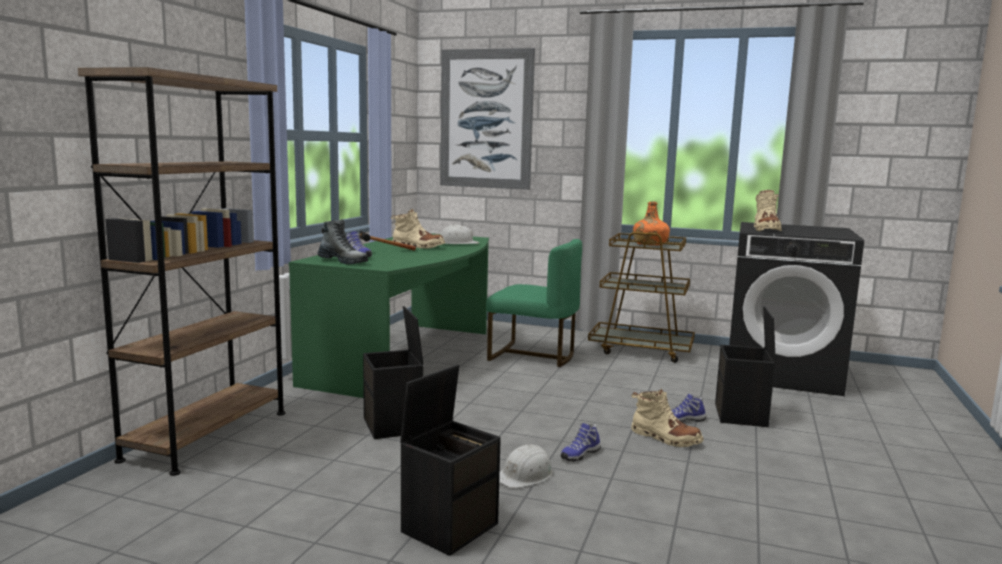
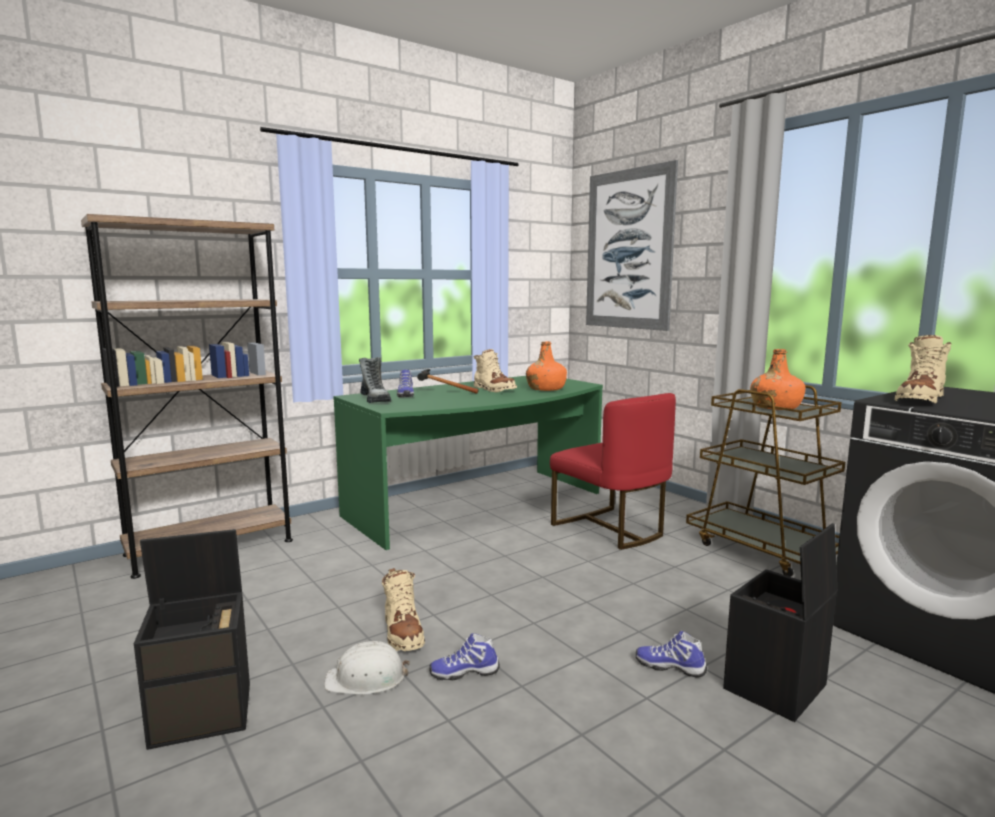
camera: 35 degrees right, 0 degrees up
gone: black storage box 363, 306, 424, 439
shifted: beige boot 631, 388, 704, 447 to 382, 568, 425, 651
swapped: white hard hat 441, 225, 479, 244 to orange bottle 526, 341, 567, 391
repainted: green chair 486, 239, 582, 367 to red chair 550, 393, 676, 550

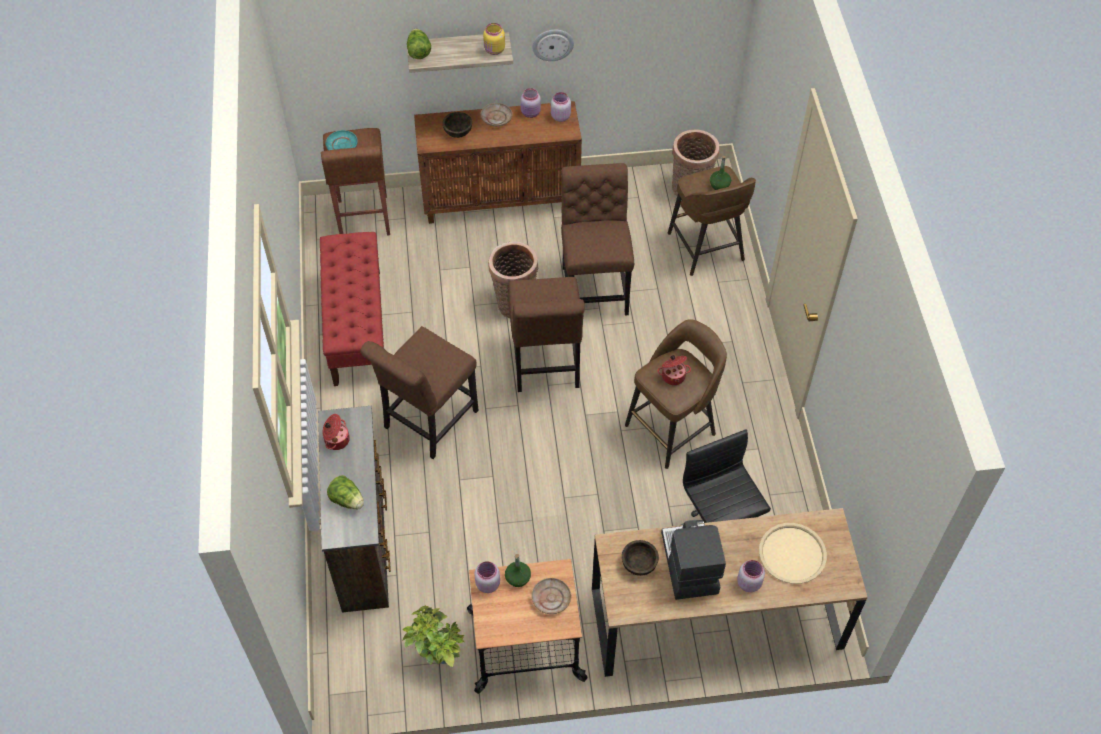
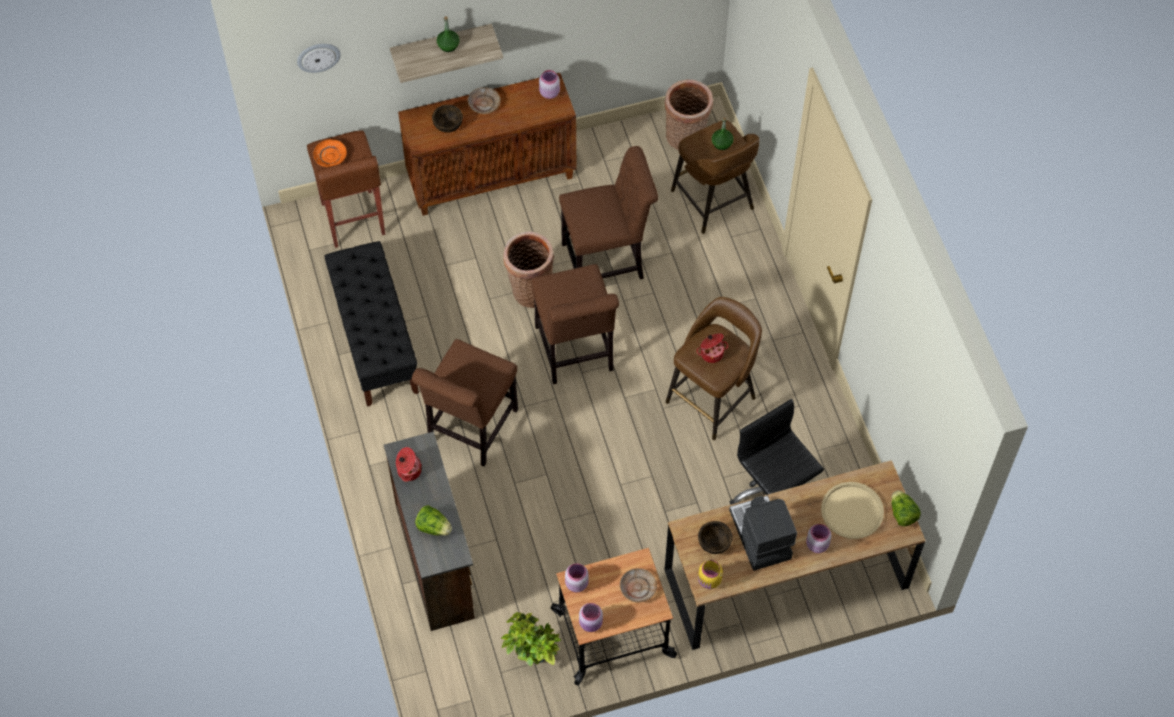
camera: 10 degrees left, 5 degrees up
shifted: lettuce 407, 29, 431, 59 to 892, 490, 921, 527; yellow jar 483, 23, 505, 55 to 698, 560, 723, 589; green bottle 505, 554, 531, 587 to 437, 16, 460, 52; pink jar 521, 88, 541, 118 to 579, 603, 603, 632; wall clock 532, 30, 574, 61 to 297, 44, 341, 73
repainted: red bench 320, 232, 384, 386 to black bench 324, 241, 419, 407; turquoise plate 325, 130, 358, 150 to orange plate 313, 139, 347, 167
rotated: brown chair 561, 163, 634, 315 = 559, 146, 658, 279 90 degrees clockwise

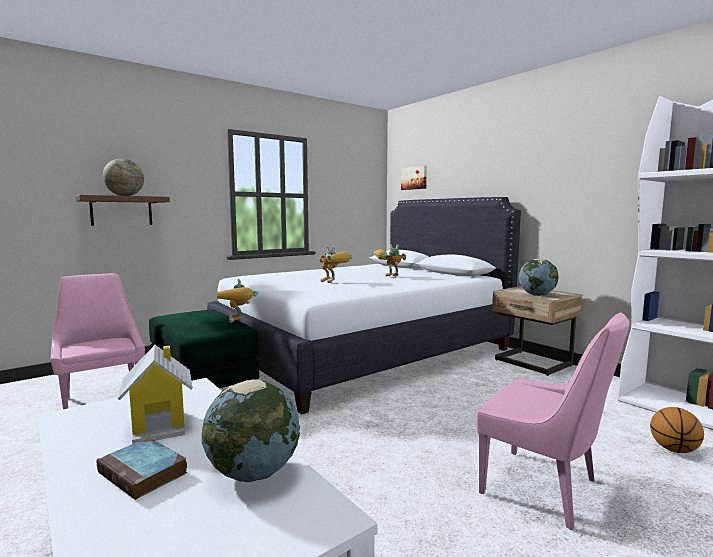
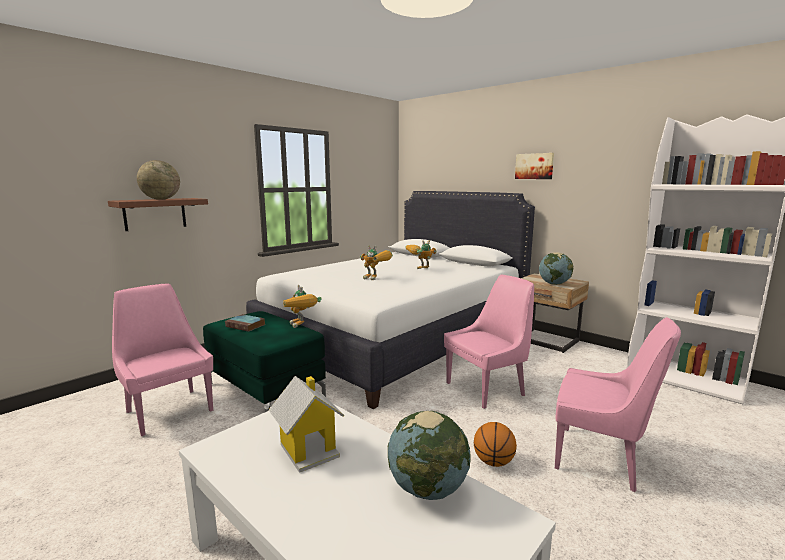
camera: 10 degrees left, 5 degrees up
new: pink chair 444, 275, 534, 409
shifted: book 97, 437, 187, 500 to 225, 314, 265, 332; picture 401, 166, 427, 190 to 515, 153, 554, 179; basketball 650, 407, 704, 453 to 474, 422, 517, 467

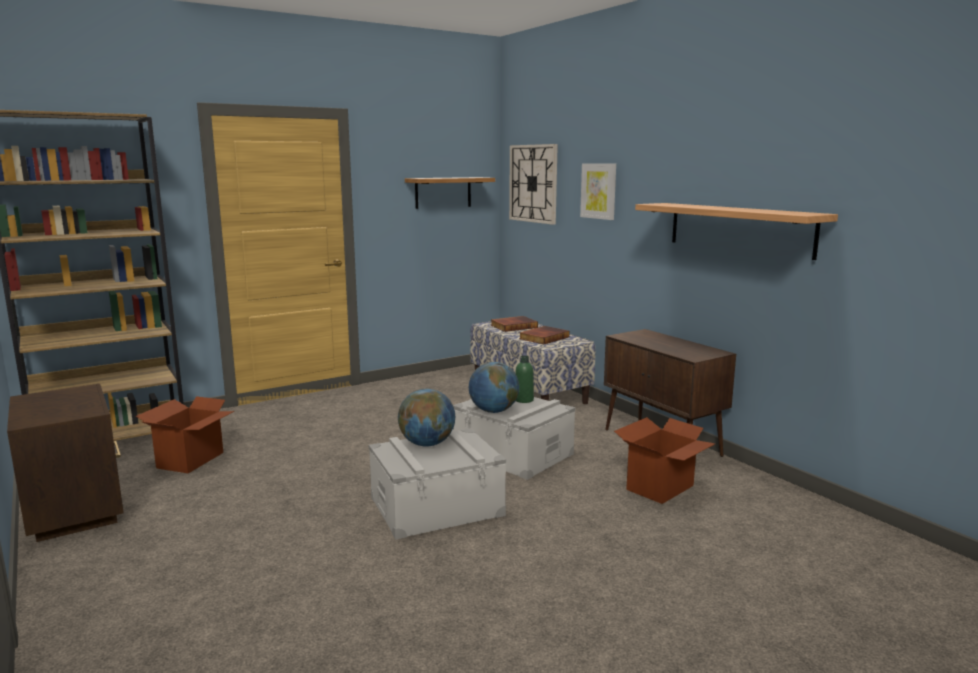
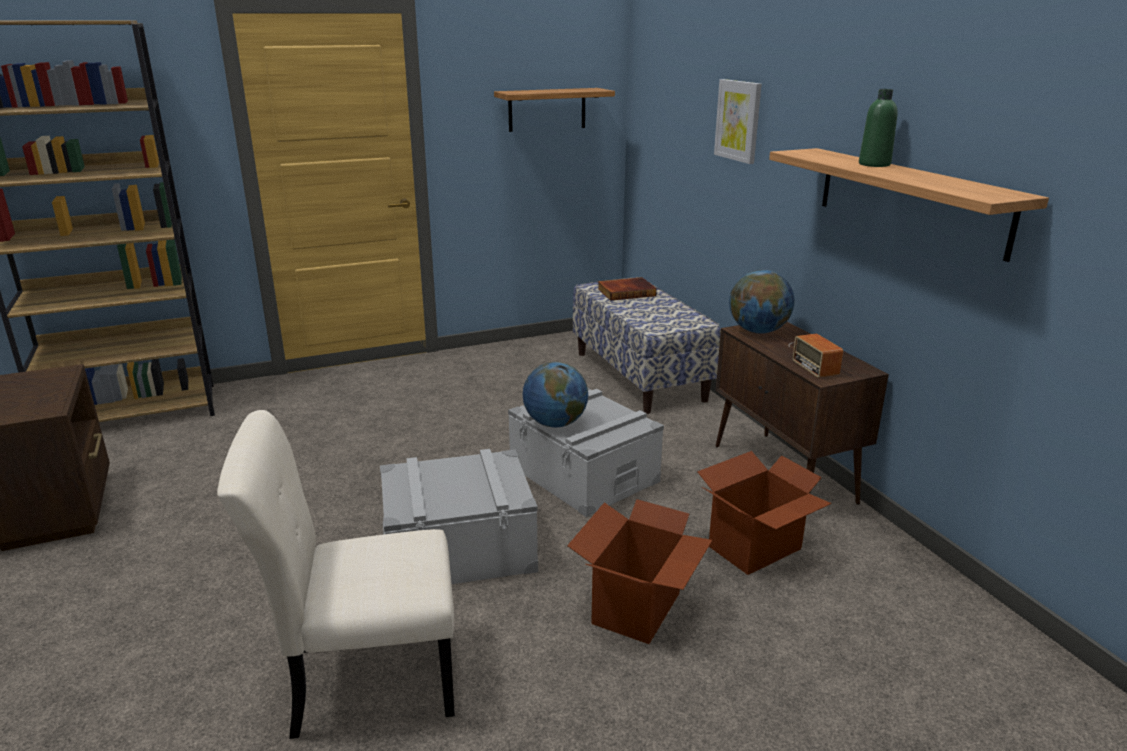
camera: 10 degrees right, 10 degrees up
gone: wall clock 509, 144, 558, 225; book 519, 326, 569, 344
new: beige chair 217, 410, 455, 739; radio 789, 333, 843, 378
shifted: cardboard box 136, 396, 234, 473 to 567, 499, 712, 644; globe 398, 389, 455, 447 to 729, 270, 795, 334; green bottle 515, 355, 534, 403 to 859, 89, 898, 167

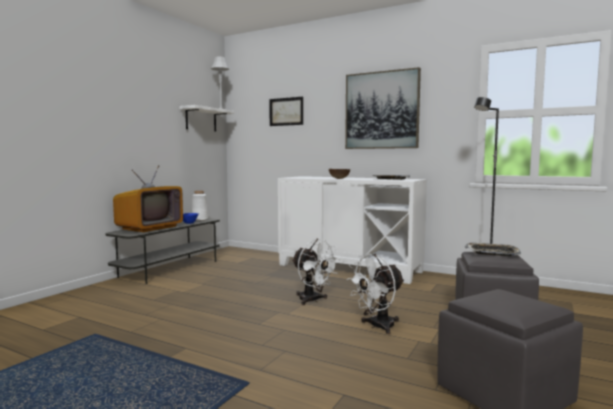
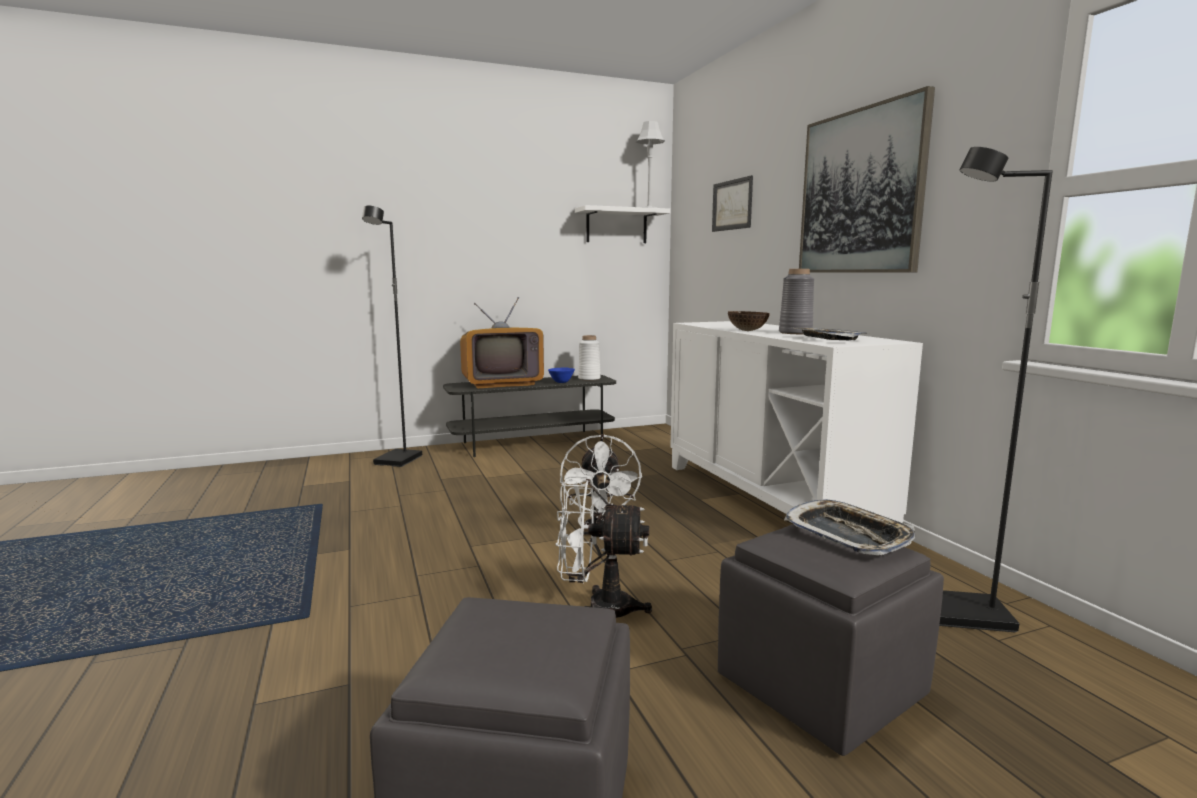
camera: 40 degrees right, 5 degrees up
new: black floor lamp 362, 206, 422, 467; grey vase 779, 269, 814, 334

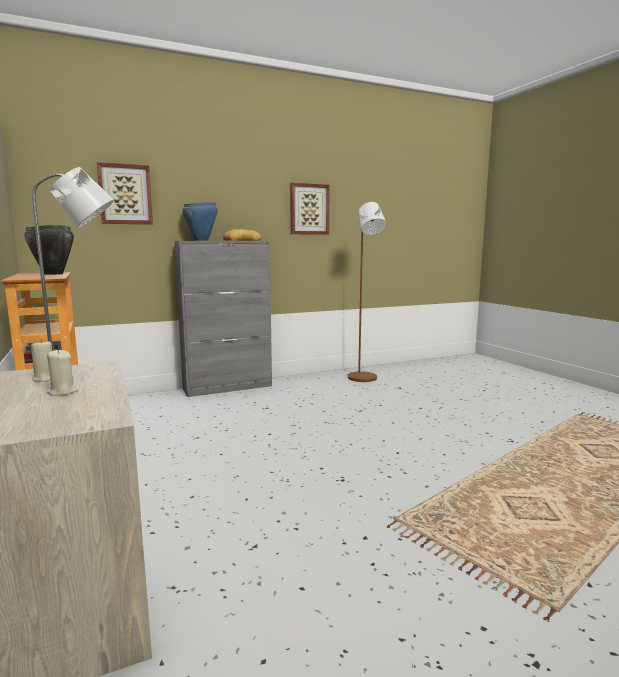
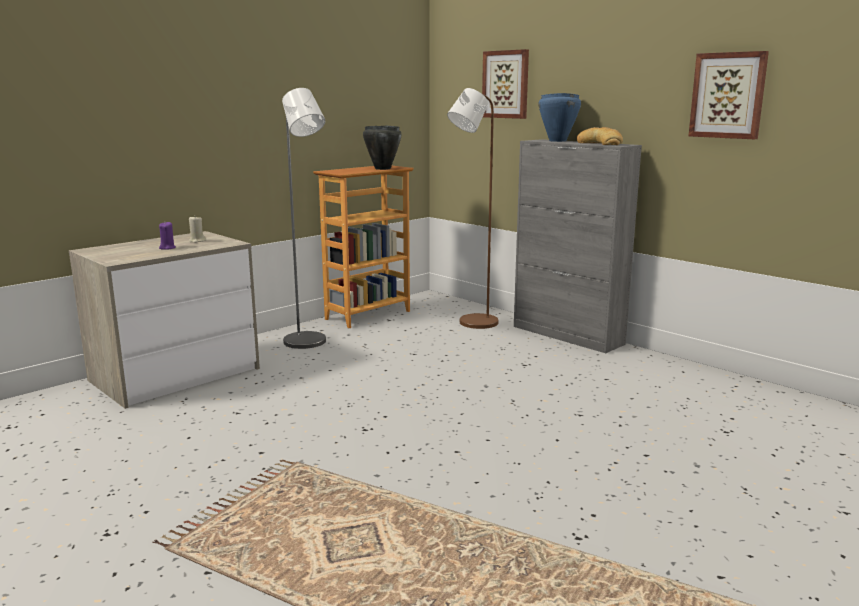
camera: 70 degrees right, 5 degrees up
shifted: brown floor lamp 348, 202, 386, 382 to 447, 88, 498, 329
repainted: beige candle 46, 349, 77, 396 to purple candle 159, 222, 176, 250

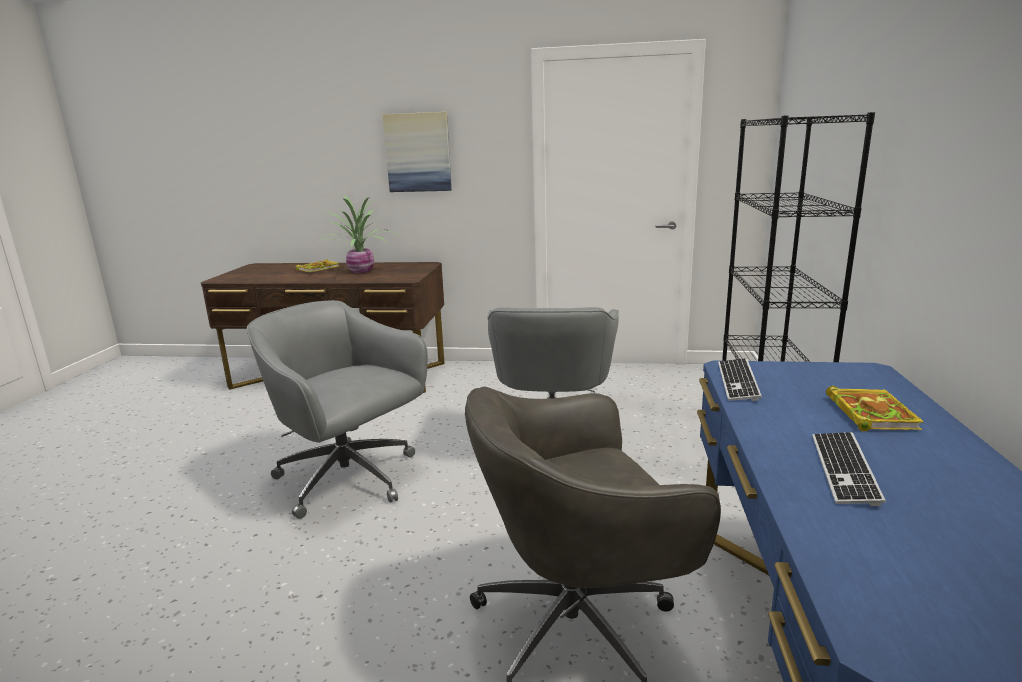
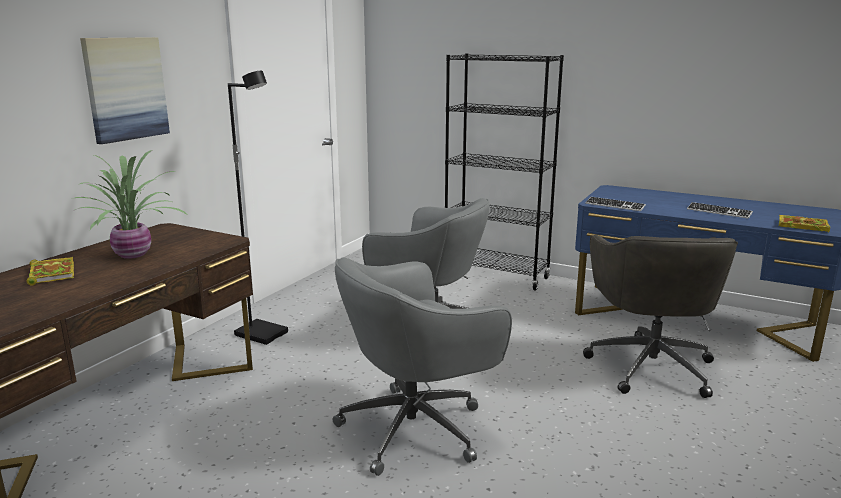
camera: 70 degrees left, 0 degrees up
new: black floor lamp 228, 71, 288, 345
shifted: book 826, 386, 924, 432 to 779, 215, 830, 233

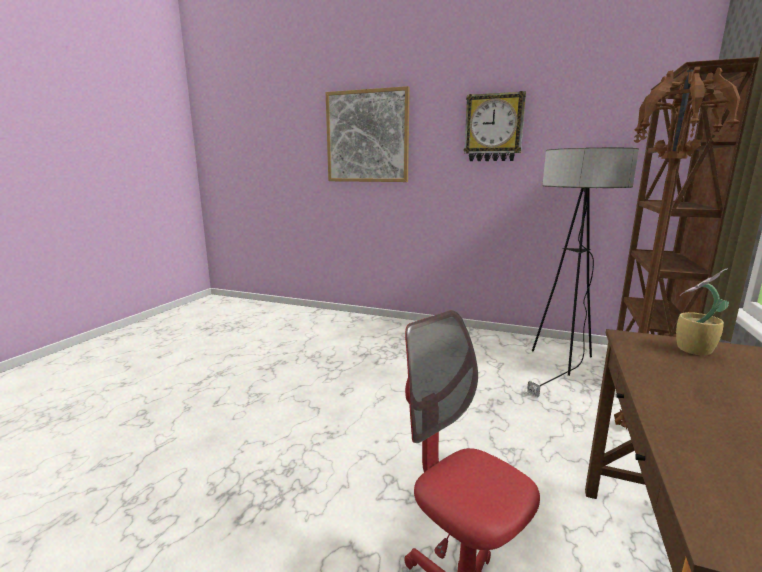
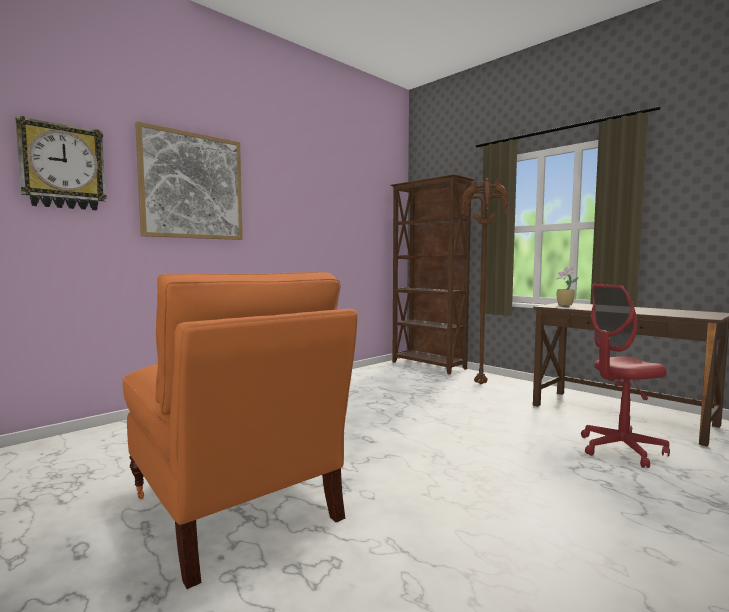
camera: 65 degrees left, 10 degrees down
gone: floor lamp 527, 148, 639, 397
new: orange chair 123, 272, 357, 589
shifted: wall clock 464, 91, 526, 161 to 15, 116, 107, 210

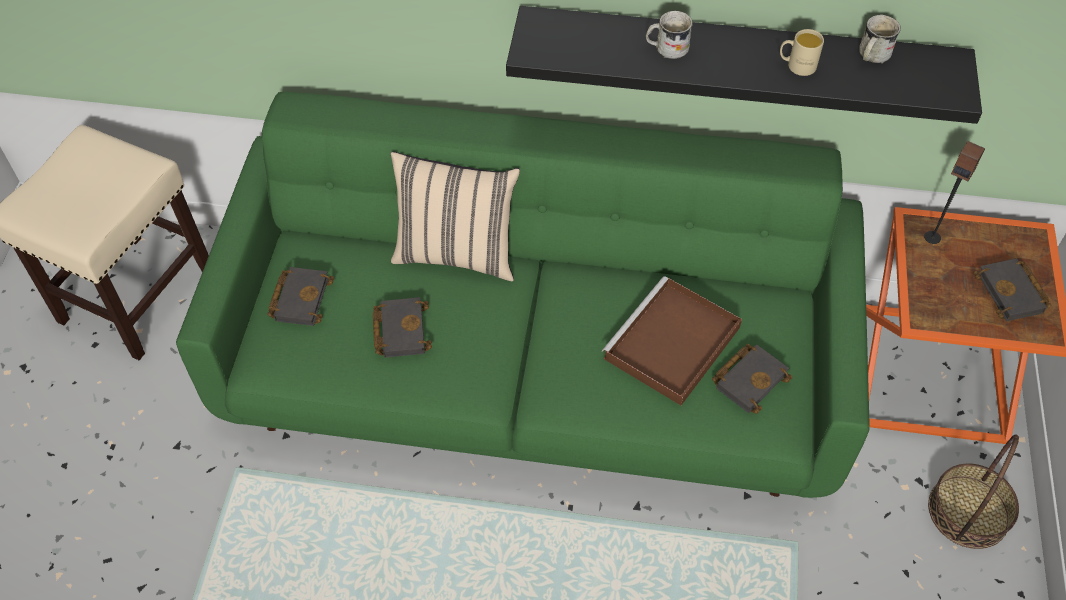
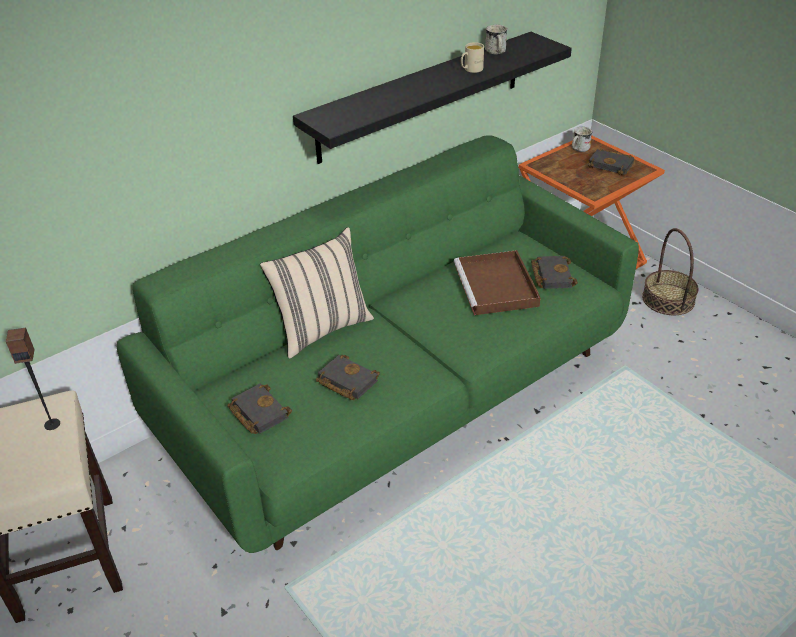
camera: 45 degrees left, 15 degrees down
shifted: white mug 646, 11, 693, 59 to 572, 127, 592, 152; speaker 924, 141, 985, 244 to 6, 327, 60, 430

